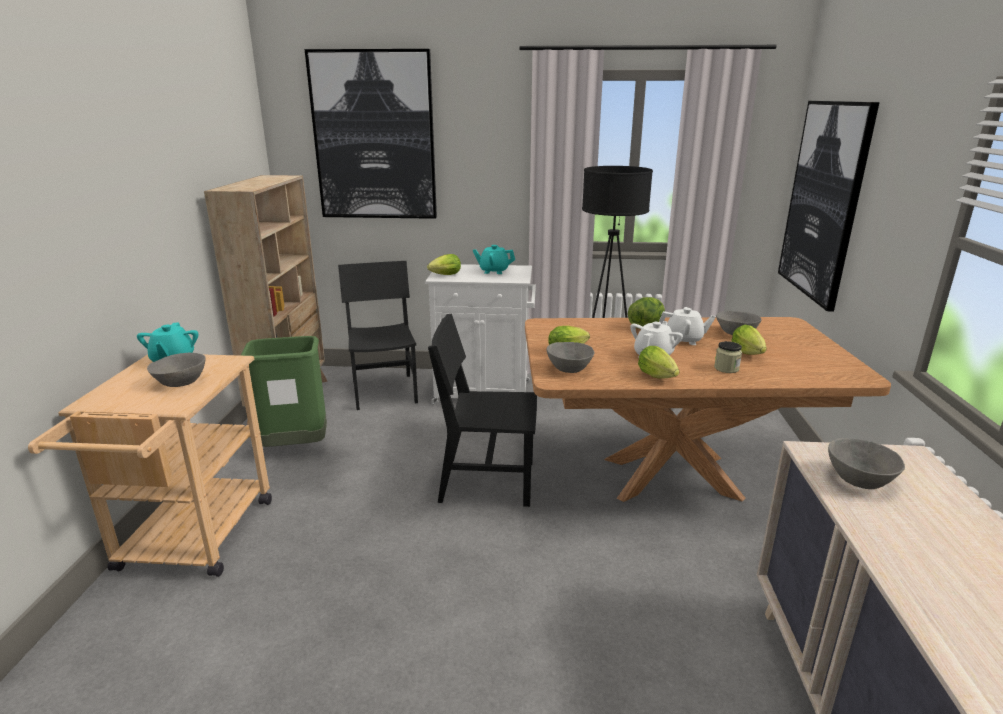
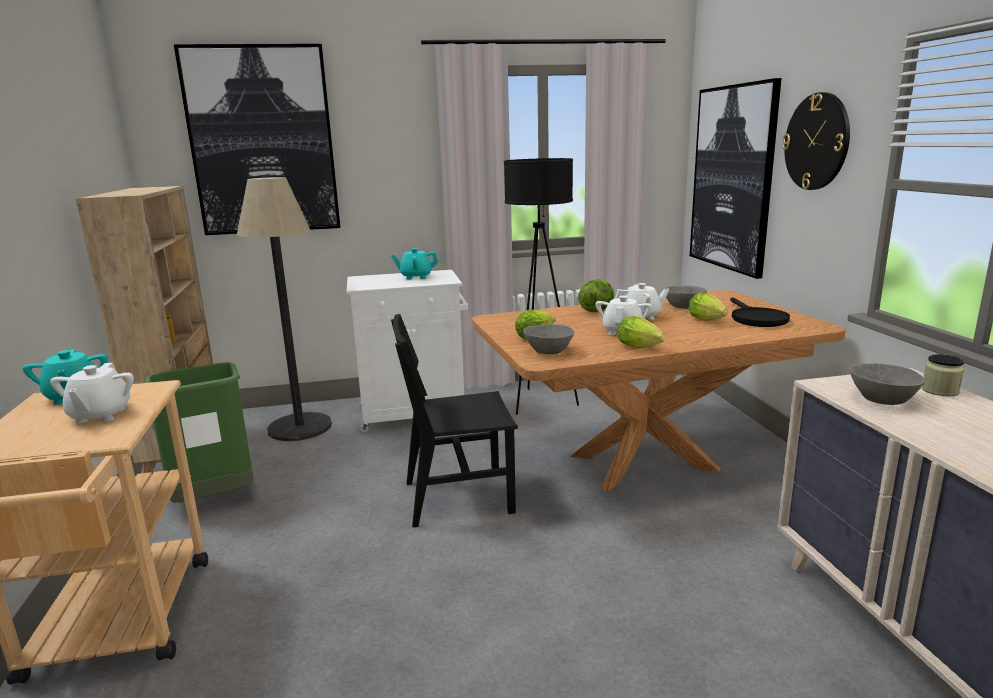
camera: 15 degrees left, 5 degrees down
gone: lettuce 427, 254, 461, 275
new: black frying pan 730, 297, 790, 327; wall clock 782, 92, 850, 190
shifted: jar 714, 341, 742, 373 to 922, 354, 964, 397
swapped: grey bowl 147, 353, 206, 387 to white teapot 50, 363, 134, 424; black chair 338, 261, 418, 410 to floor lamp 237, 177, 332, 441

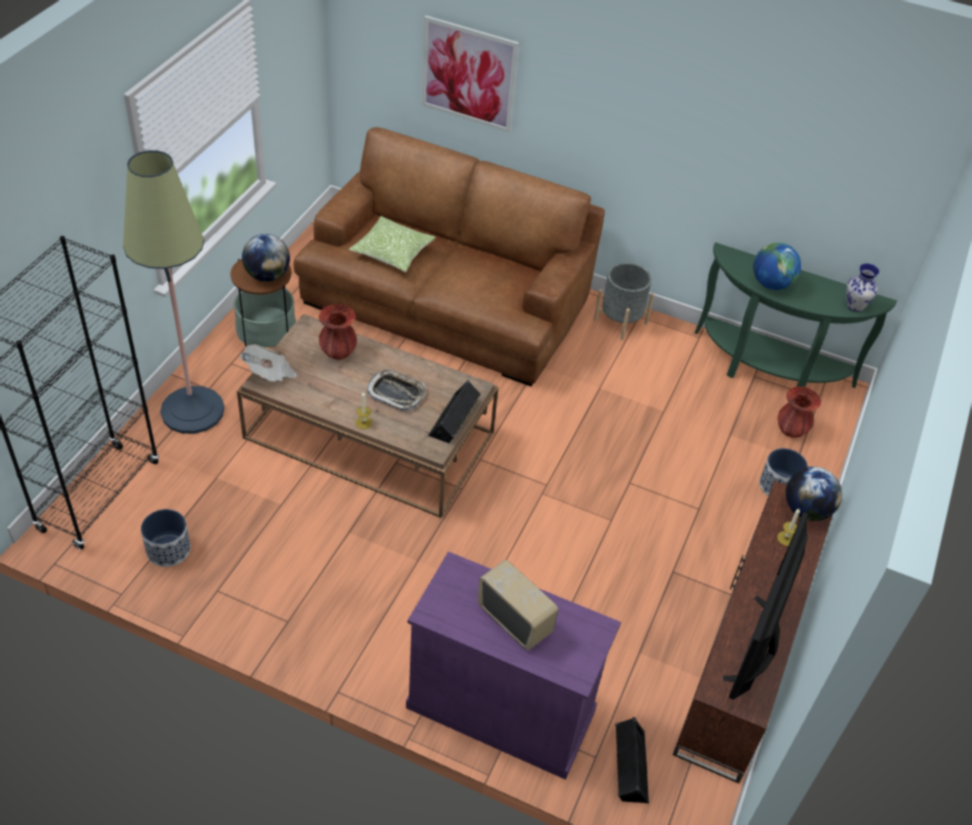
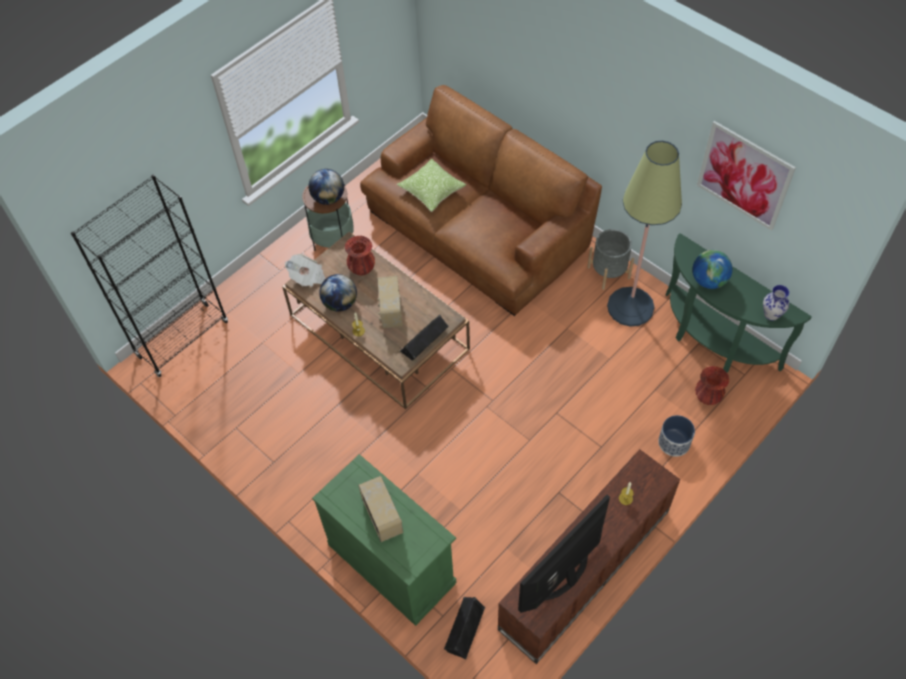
camera: 25 degrees right, 10 degrees up
gone: planter 141, 509, 191, 567
shifted: floor lamp 123, 150, 224, 434 to 607, 141, 682, 327; picture 422, 15, 519, 133 to 697, 121, 796, 231; globe 786, 466, 842, 521 to 319, 274, 357, 312
swapped: tray 367, 370, 425, 411 to radio 377, 276, 403, 328
repainted: purple cabinet 406, 551, 621, 780 to green cabinet 312, 454, 456, 626

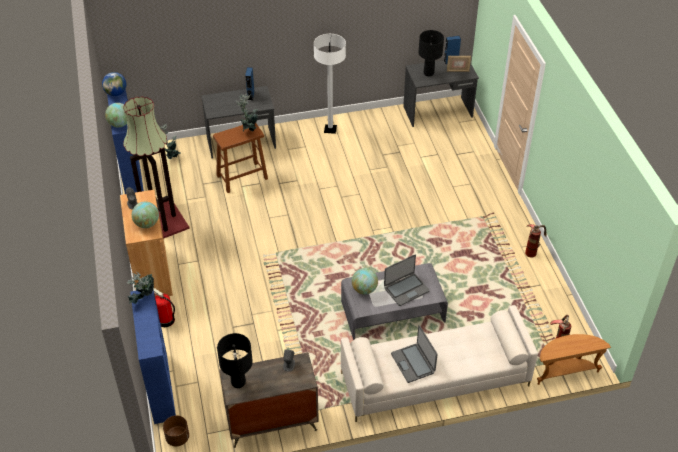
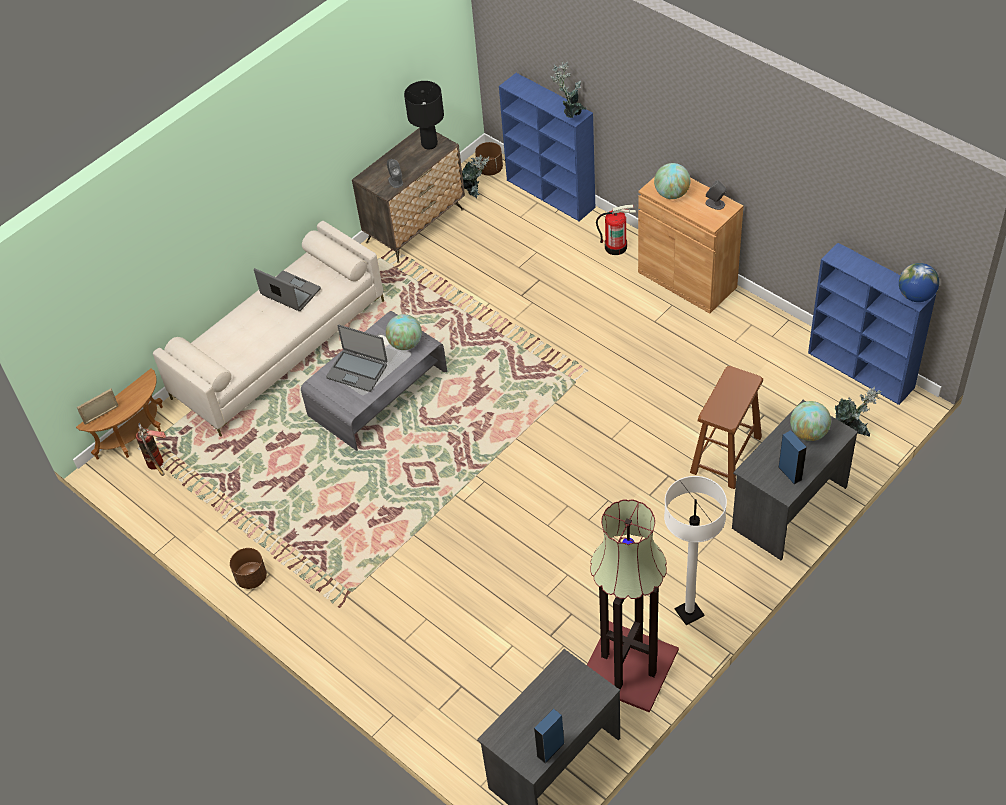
camera: 150 degrees right, 5 degrees up
gone: black table lamp 418, 30, 444, 76
shifted: globe 105, 103, 127, 127 to 790, 401, 831, 441; floor lamp 123, 96, 190, 239 to 587, 499, 679, 713; potted plant 237, 93, 258, 131 to 462, 155, 490, 199; picture frame 447, 56, 471, 72 to 77, 389, 118, 425
swapped: fire extinguisher 525, 224, 547, 258 to brown planter 230, 548, 267, 589
rotated: laptop 384, 254, 430, 306 = 326, 325, 387, 392 90 degrees counterclockwise

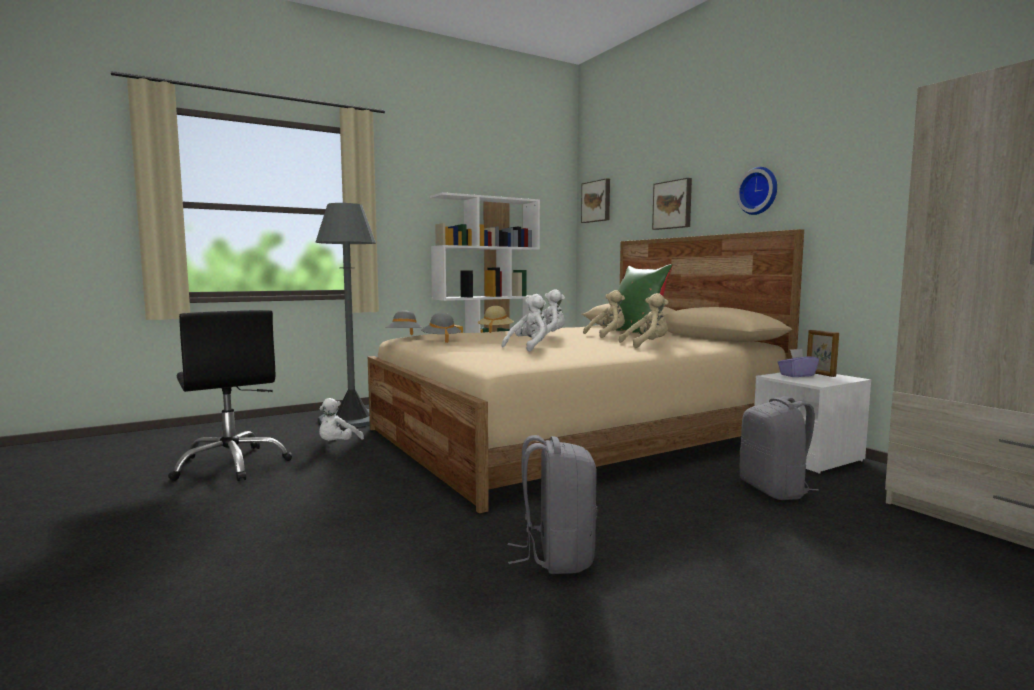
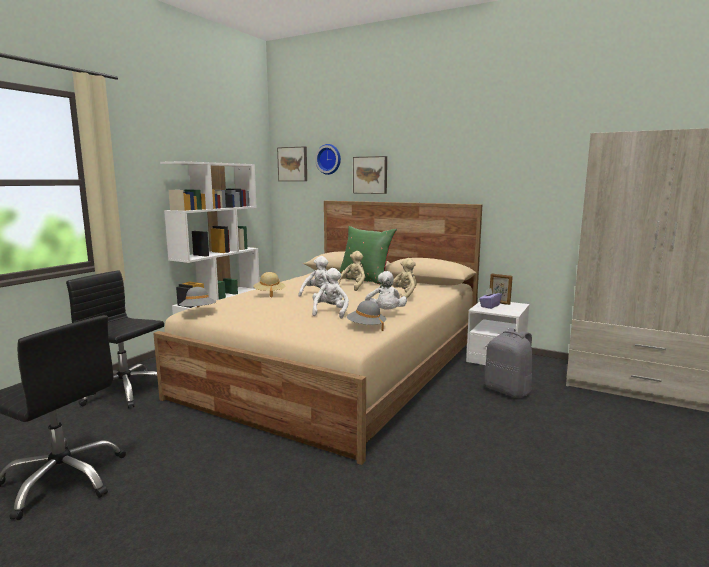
camera: 30 degrees left, 5 degrees up
gone: grey backpack 508, 435, 597, 574
shifted: white plush toy 319, 398, 364, 441 to 365, 271, 407, 310; grey hat 421, 313, 461, 343 to 347, 300, 386, 331; wall clock 736, 167, 777, 215 to 315, 144, 341, 175
swapped: grey floor lamp 315, 203, 376, 428 to black office chair 66, 270, 164, 408

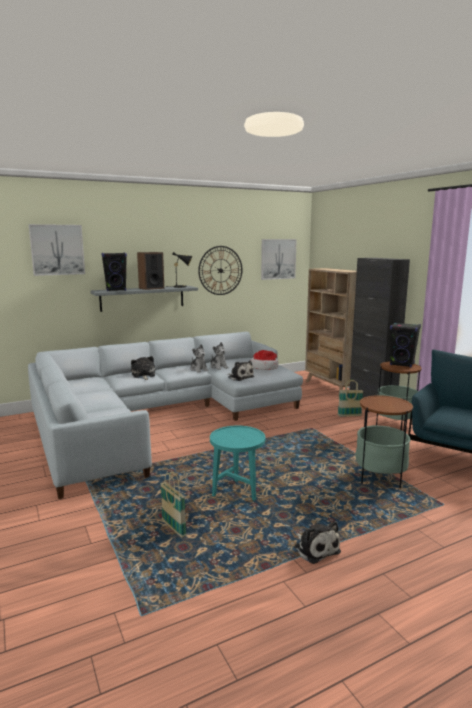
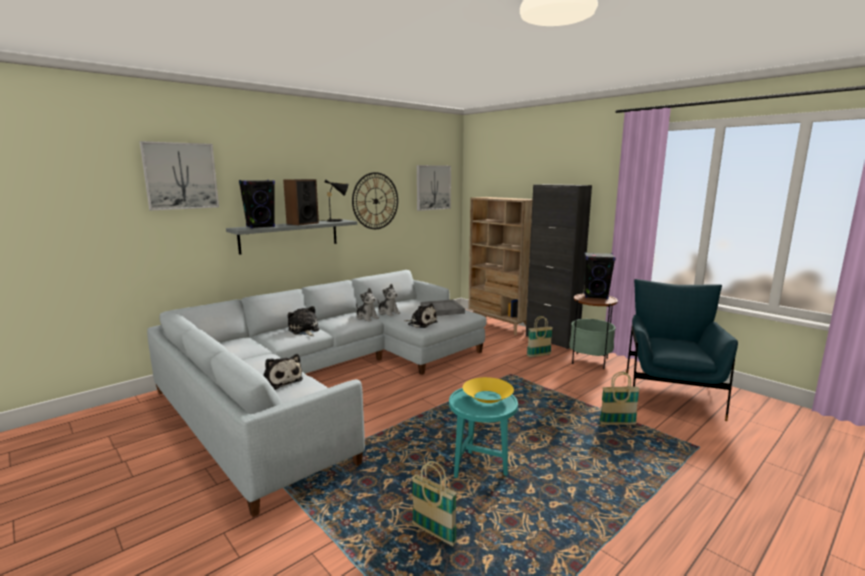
camera: 15 degrees left, 0 degrees up
new: yellow bowl 463, 377, 514, 403
shifted: plush toy 294, 521, 341, 564 to 263, 354, 303, 390
swapped: hat 251, 350, 279, 370 to grey tray 420, 299, 465, 316; side table 355, 395, 413, 488 to basket 599, 372, 640, 425

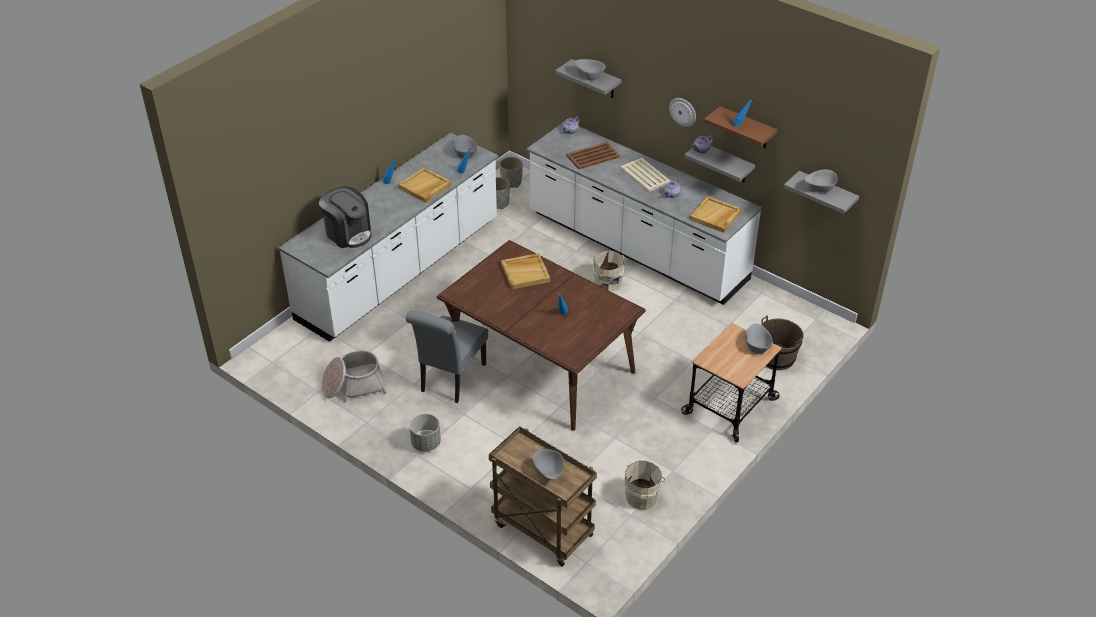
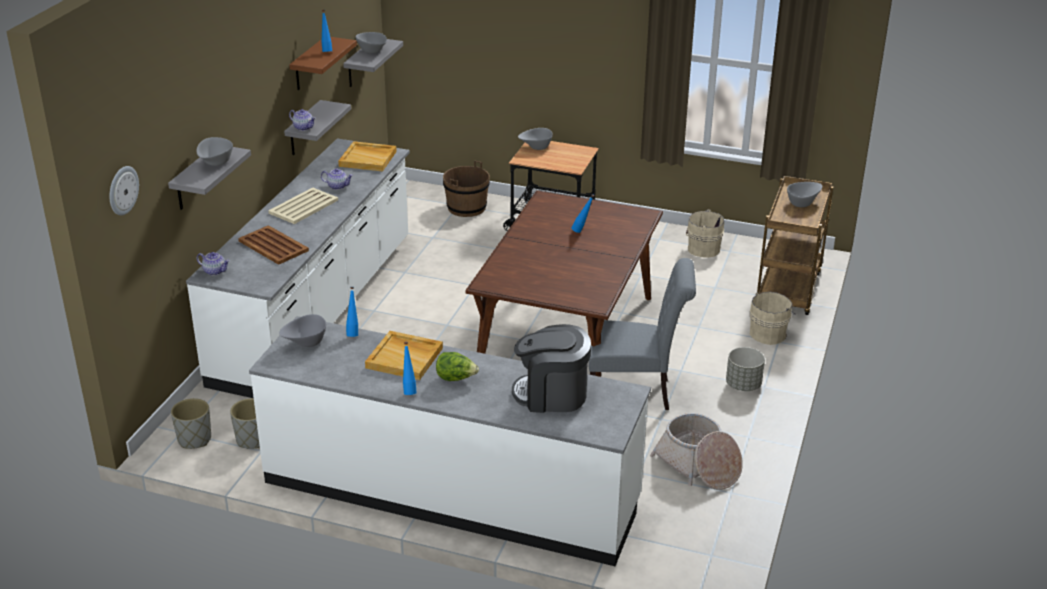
camera: 110 degrees left, 10 degrees down
gone: beige tray 501, 253, 550, 289
new: lettuce 436, 352, 479, 381
shifted: beige bucket 593, 250, 627, 291 to 750, 292, 796, 345; wall clock 669, 98, 696, 127 to 110, 166, 139, 215
rotated: coffee machine 319, 186, 372, 248 = 512, 324, 591, 413 105 degrees counterclockwise

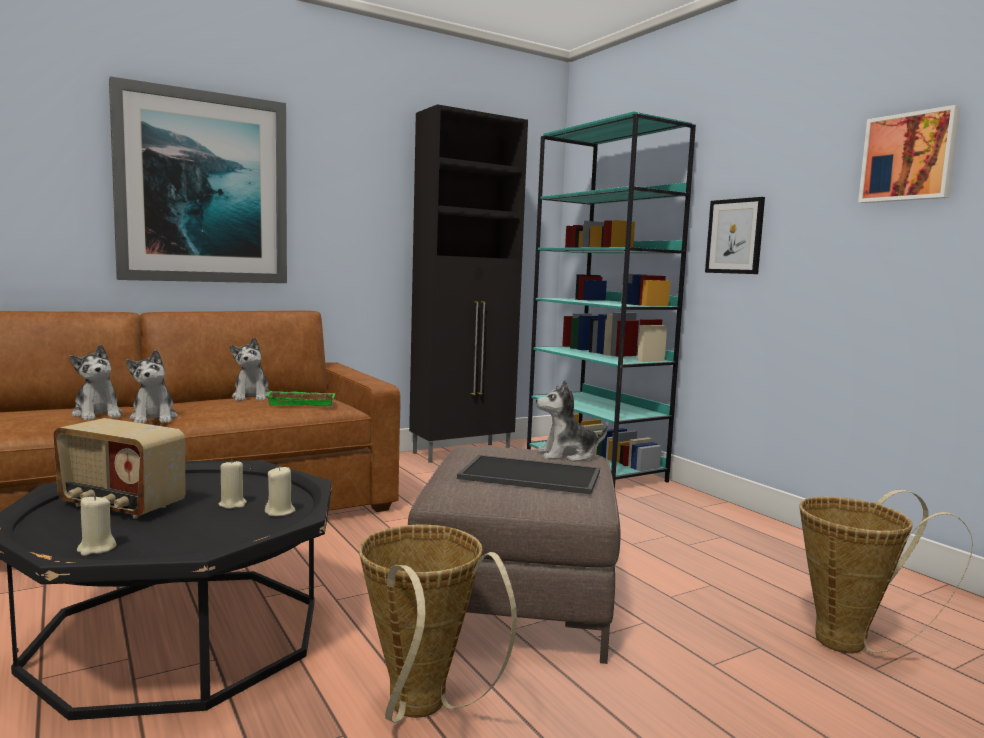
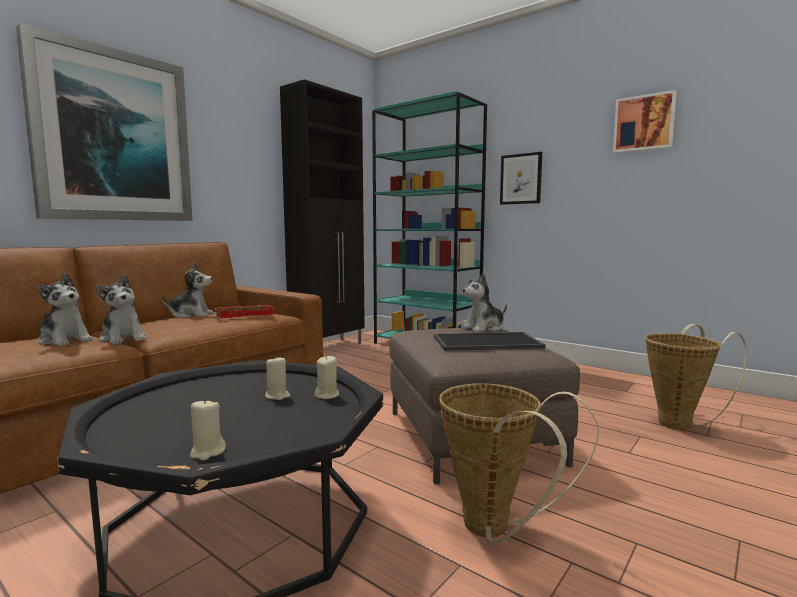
camera: 20 degrees left, 0 degrees up
gone: radio 53, 418, 185, 519
repainted: green tray 267, 391, 335, 406 to red tray 213, 305, 274, 318
rotated: plush toy 230, 337, 270, 401 = 162, 263, 214, 318 60 degrees counterclockwise

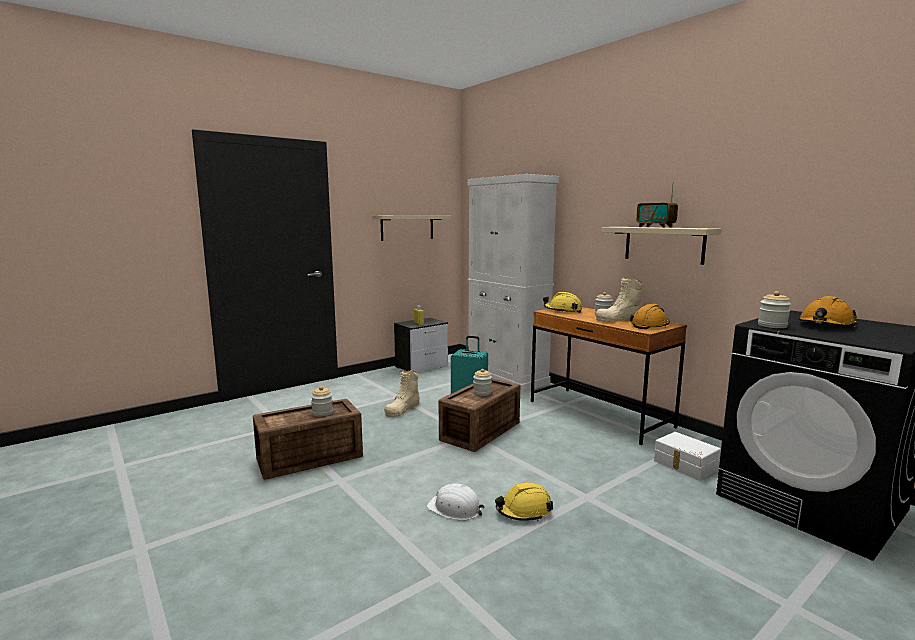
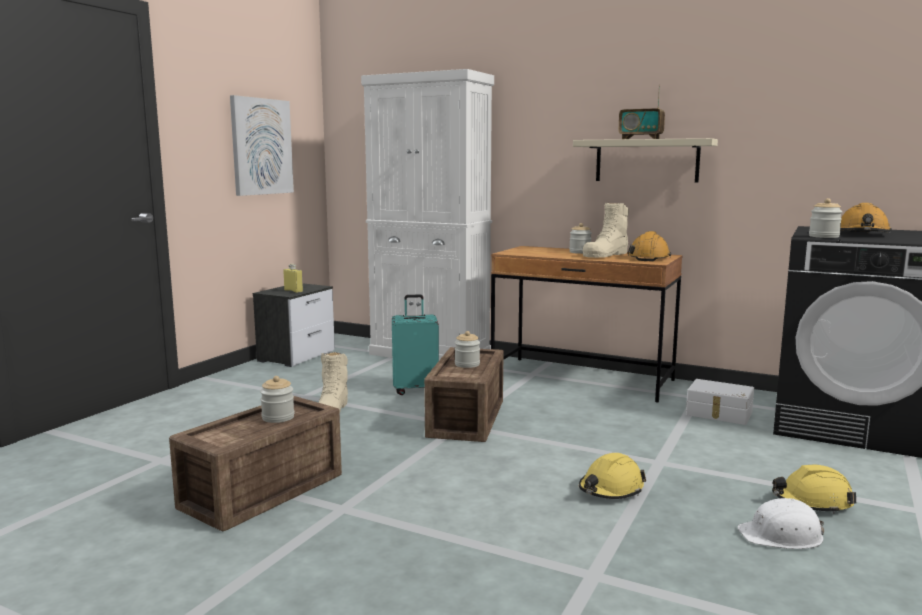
camera: 25 degrees left, 0 degrees up
shifted: white hard hat 427, 483, 484, 521 to 737, 498, 824, 549; yellow hard hat 543, 292, 582, 313 to 772, 465, 856, 514
swapped: beige shelf 372, 215, 451, 241 to picture 230, 95, 294, 196

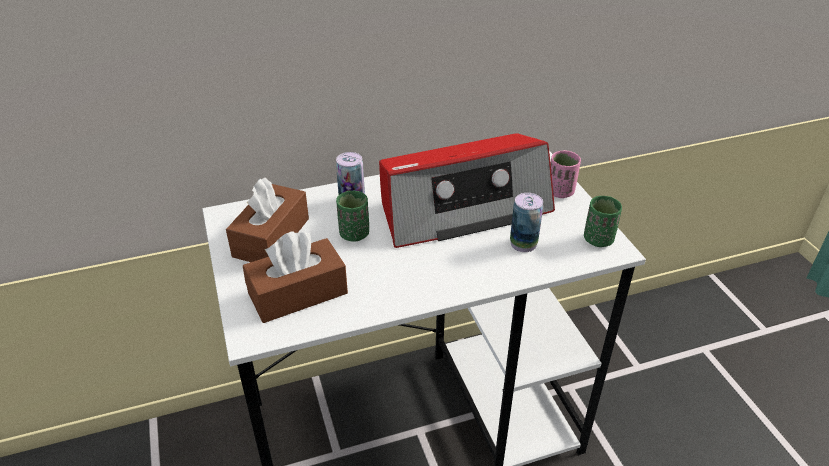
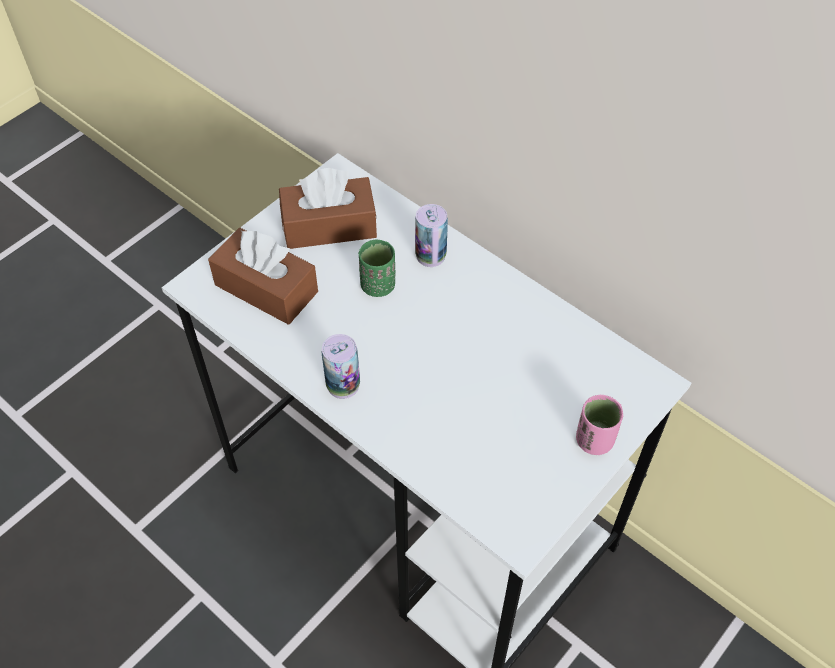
camera: 60 degrees right, 15 degrees up
gone: radio 379, 133, 555, 248; green cup 584, 196, 622, 247
shifted: can 510, 193, 543, 252 to 322, 334, 360, 399

